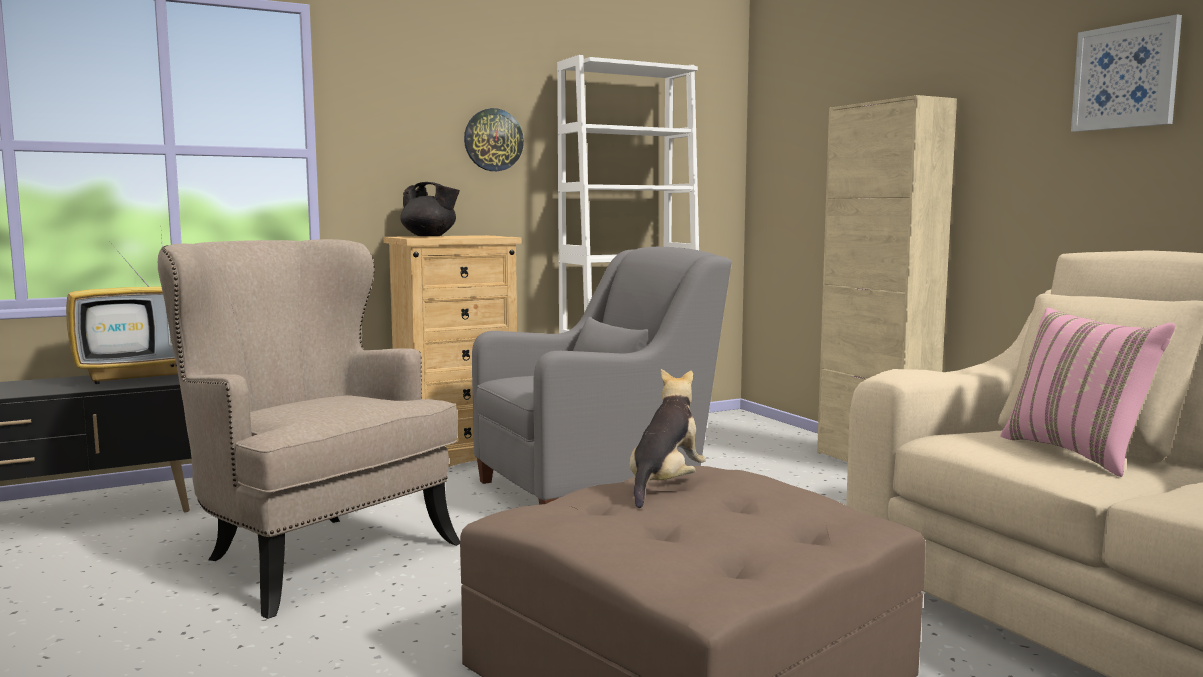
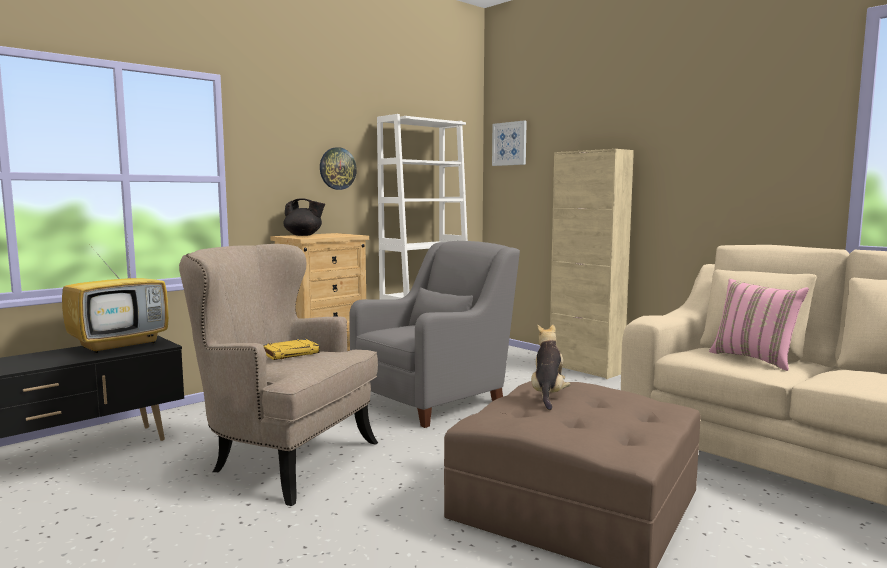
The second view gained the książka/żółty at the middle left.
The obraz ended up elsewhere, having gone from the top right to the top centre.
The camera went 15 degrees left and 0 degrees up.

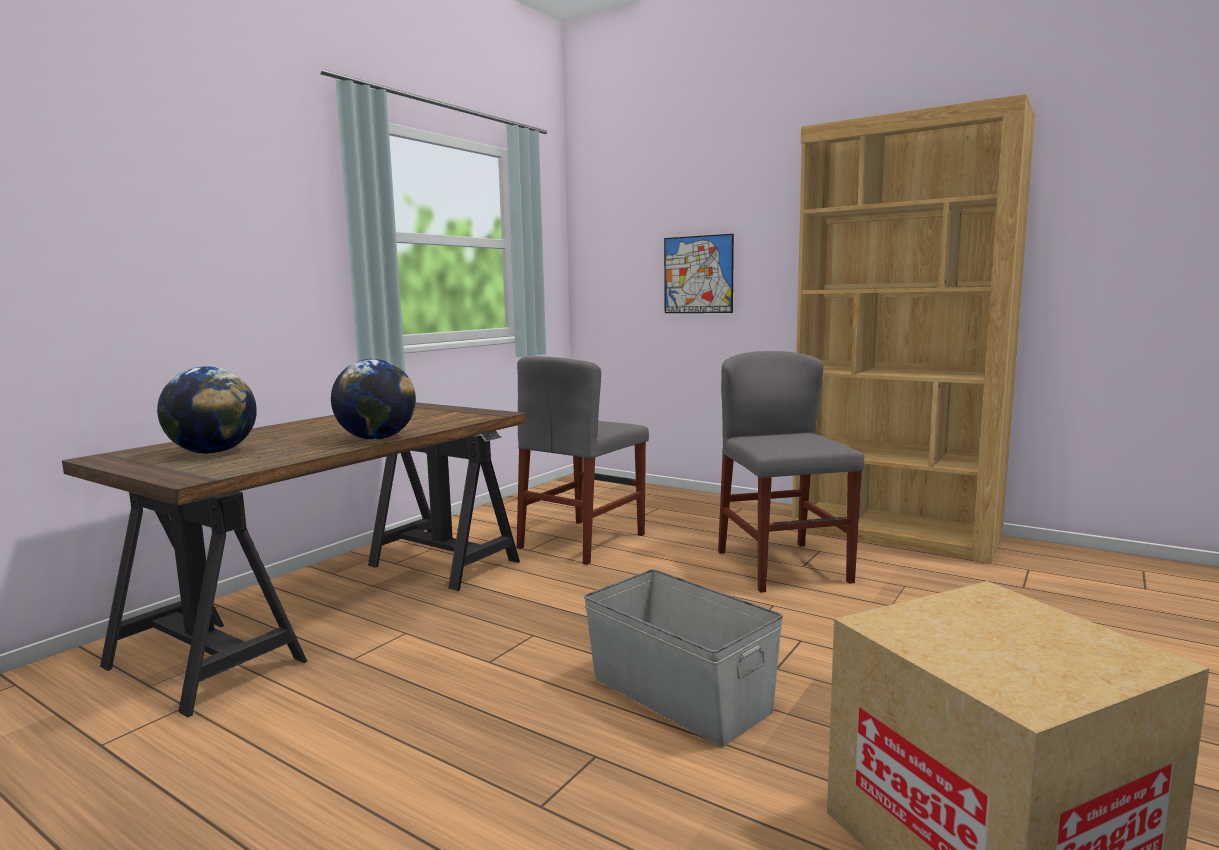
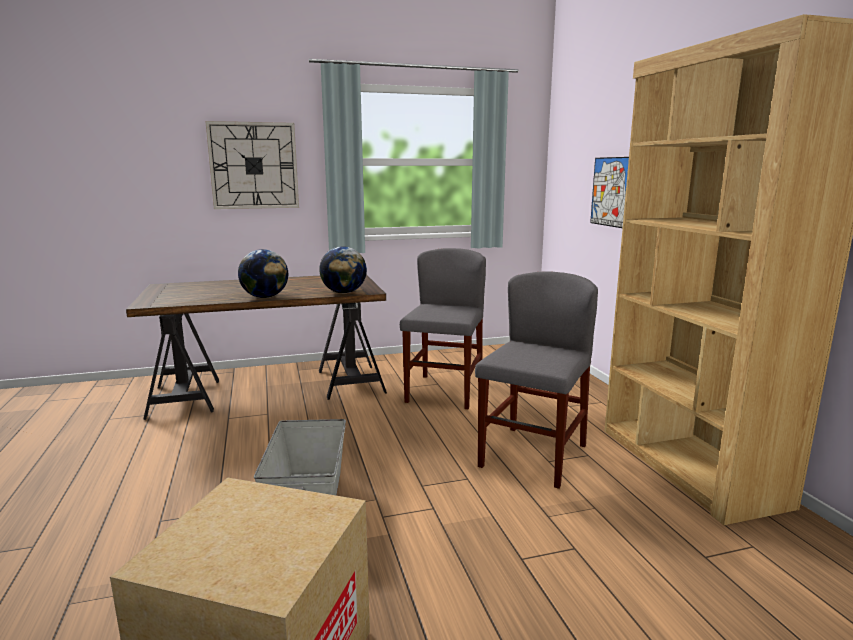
The second view gained the zegar ścienny at the top left.
The globus (1st from left in the first image) ended up elsewhere, having gone from the middle left to the centre.
The krzesło/szary (1st from left) at the centre ended up facing another way, 120 degrees clockwise from before.
The camera went 40 degrees right and 5 degrees up.

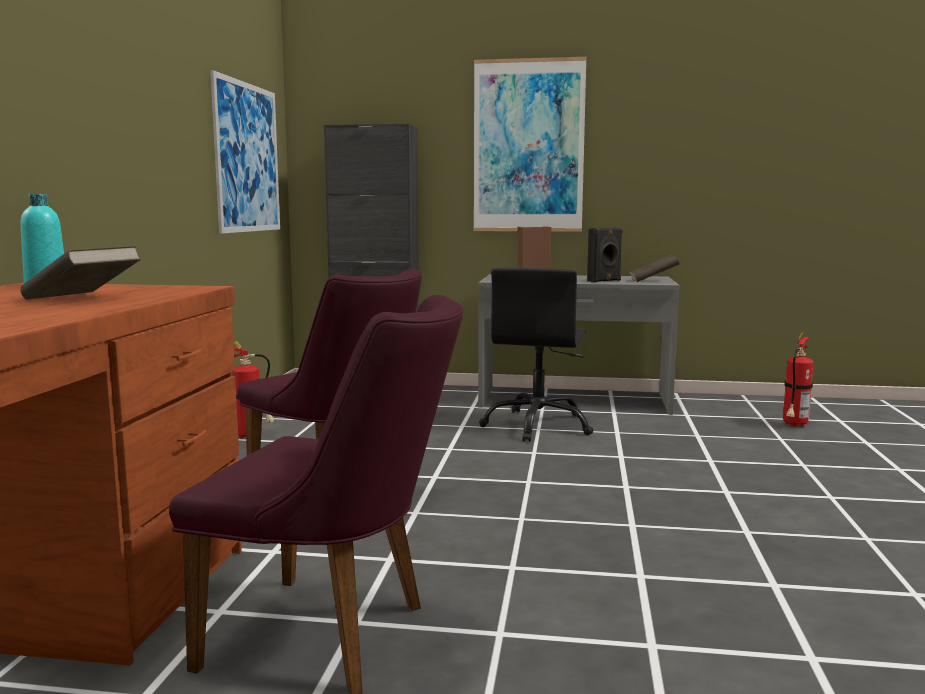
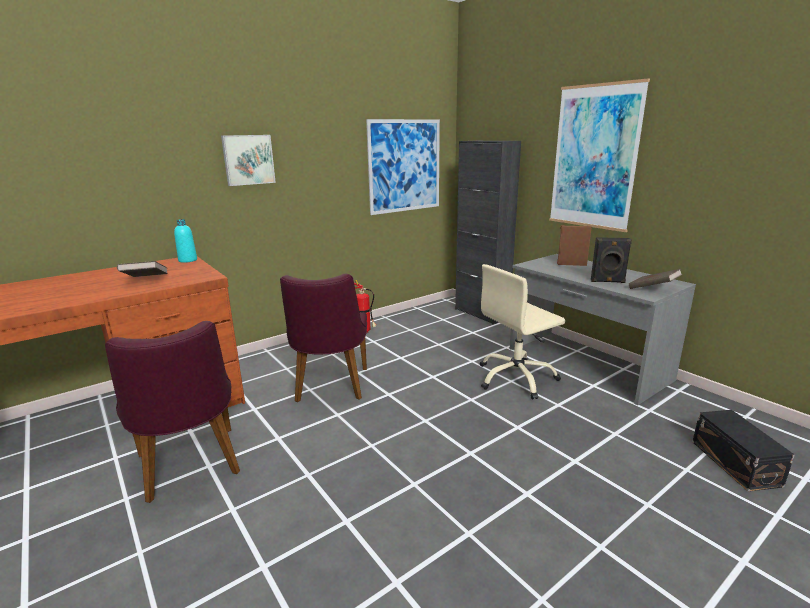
The second view gained the obraz (1st from left) at the top left.
What was the krzesło biurowe/czarny at the centre turned into the krzesło biurowe/beżowy at the centre.
Where the gaśnica (2nd from left) stood at the middle right, the pojemnik do przechowywania/czarny came to stand at the bottom right.
The camera went 45 degrees right and 10 degrees up.

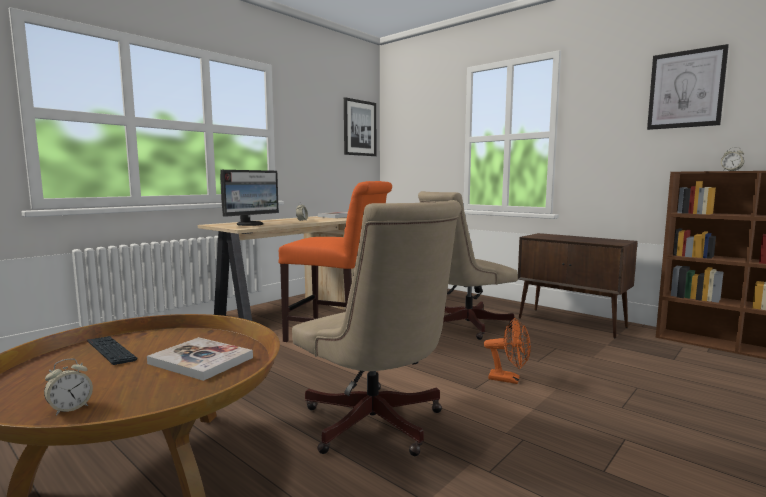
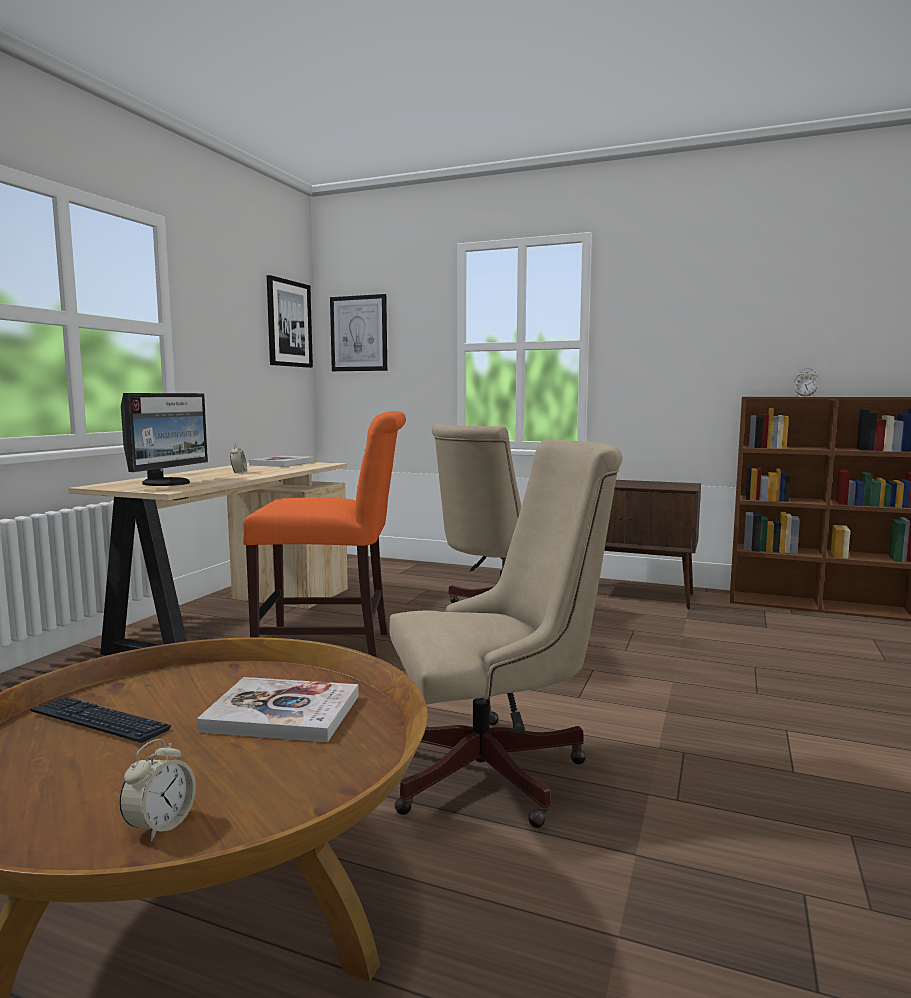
The obraz (2nd from left) ended up elsewhere, having gone from the top right to the top centre.
The krzesło biurowe/beżowy (1st from left in the first image) at the centre ended up facing another way, 45 degrees counterclockwise from before.
The second view lost the wentylator/pomarańczowy at the bottom centre.
The camera went 20 degrees left and 0 degrees up.

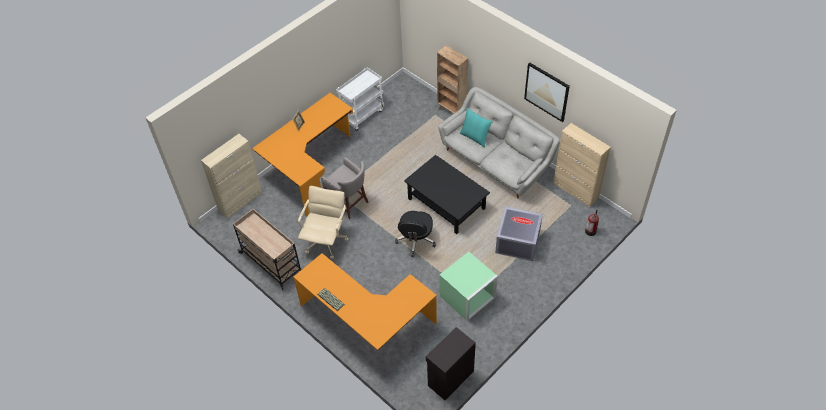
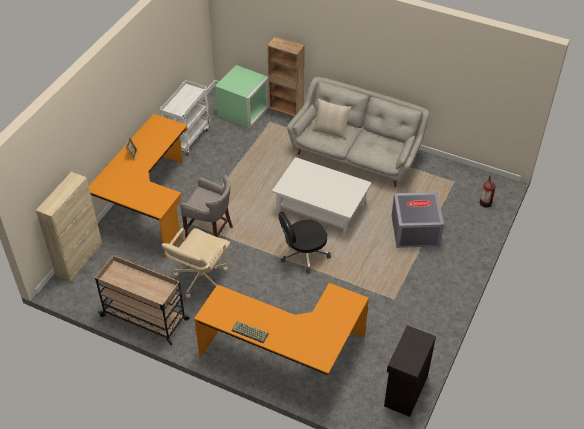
The krzesło biurowe/beżowy at the centre ended up facing another way, 150 degrees counterclockwise from before.
The pojemnik do przechowywania/zielony ended up elsewhere, having gone from the bottom centre to the top centre.
What was the ława/czarny at the centre turned into the ława/biały at the centre.
The krzesło biurowe/czarny at the centre ended up facing another way, 75 degrees clockwise from before.
What was the poduszka/turkusowy at the top centre turned into the poduszka/beżowy at the top centre.
The second view lost the obraz at the top centre.
The second view lost the szafka/beżowy (2nd from left) at the middle right.
The camera went 20 degrees left and 5 degrees down.

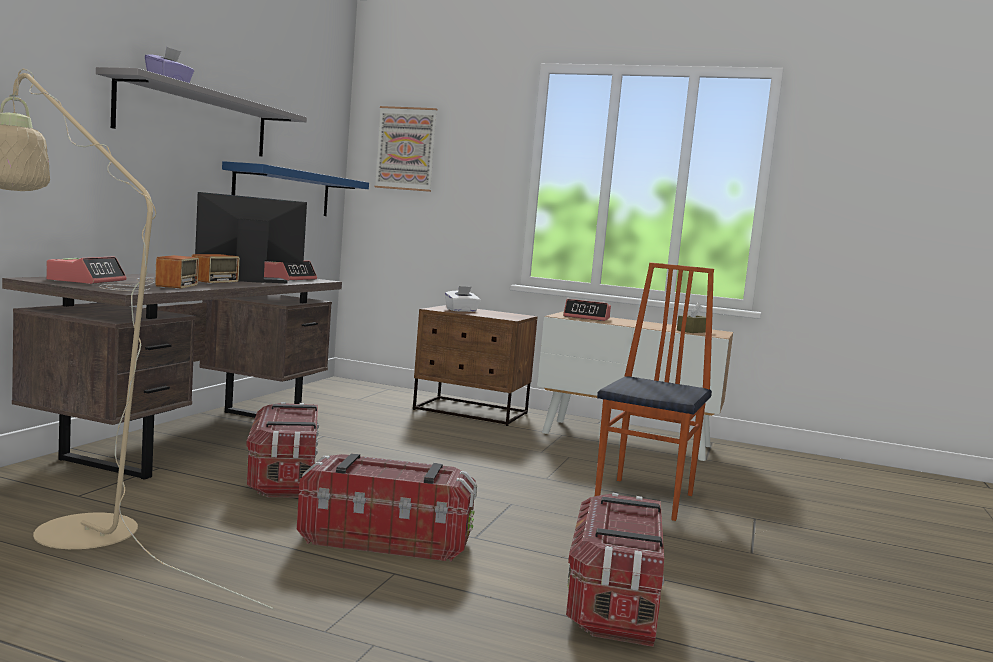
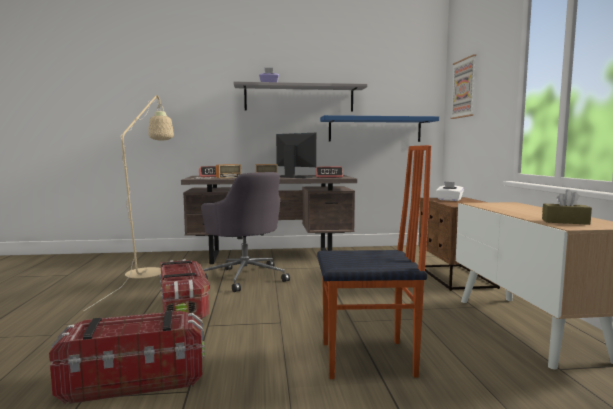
Where the pojemnik do przechowywania (1st from left) stood at the bottom left, the krzesło biurowe/szary came to stand at the centre.
The second view lost the budzik (3rd from left) at the centre.
The camera went 65 degrees right and 0 degrees up.

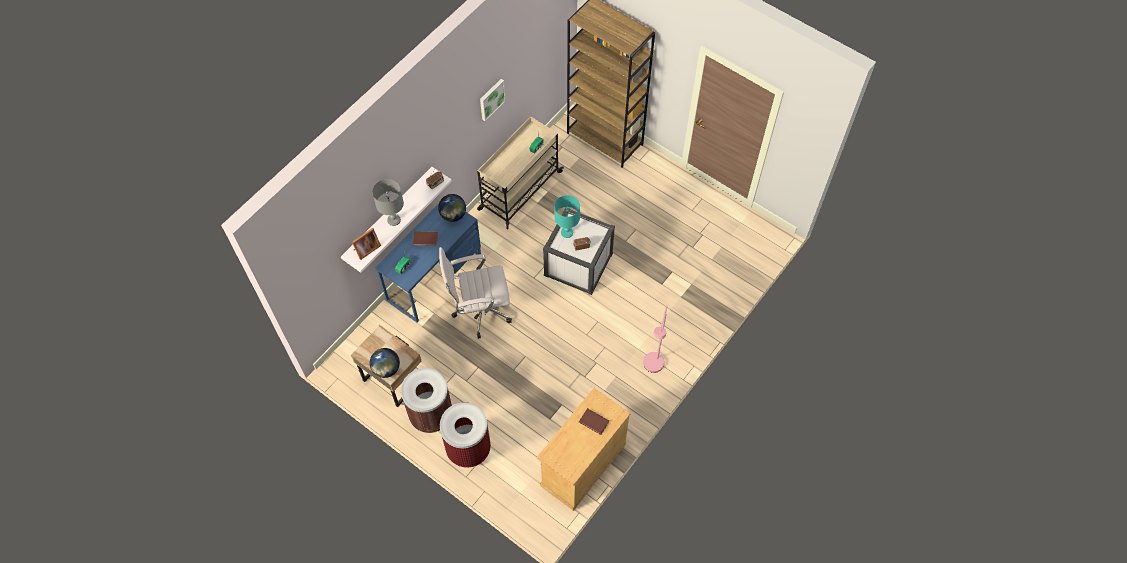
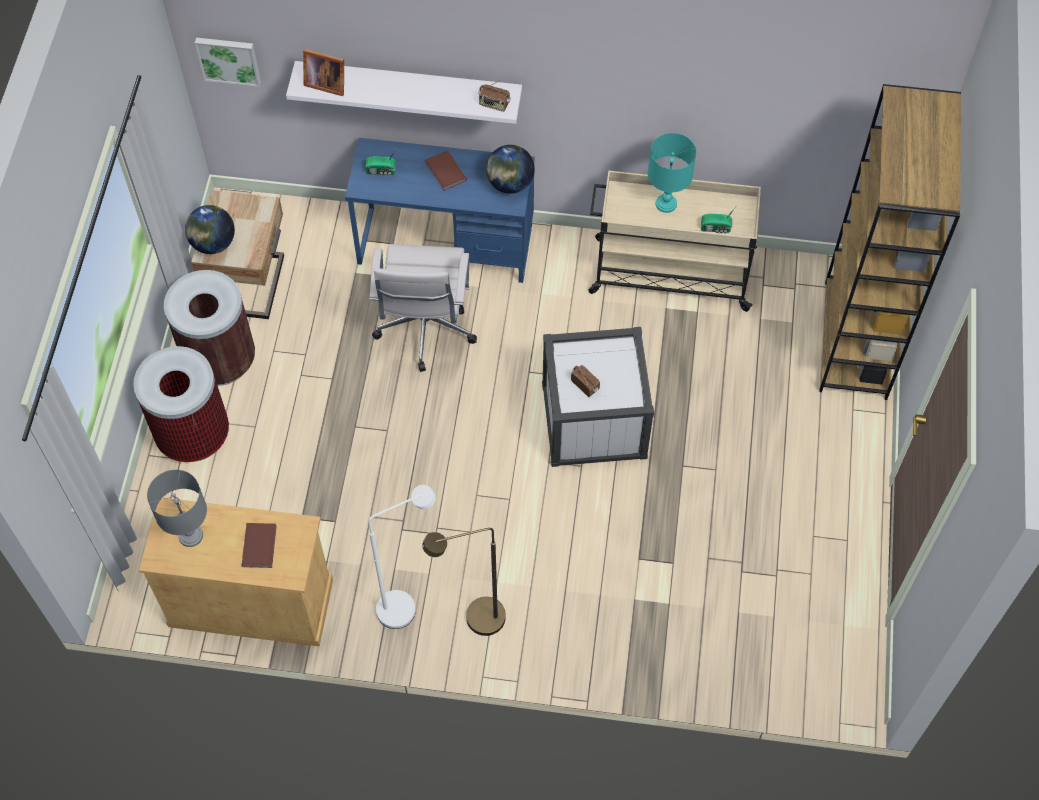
The lampa stołowa/szary ended up elsewhere, having gone from the centre to the middle left.
The obraz ended up elsewhere, having gone from the top centre to the top left.
The krzesło biurowe/biały at the centre ended up facing another way, 135 degrees counterclockwise from before.
The second view gained the lampa stojąca/biały at the bottom centre.
What was the lampa stojąca/różowy at the centre turned into the lampa stojąca/brązowy at the bottom centre.
The lampa stołowa/turkusowy ended up elsewhere, having gone from the centre to the top centre.
The camera went 60 degrees right and 0 degrees up.

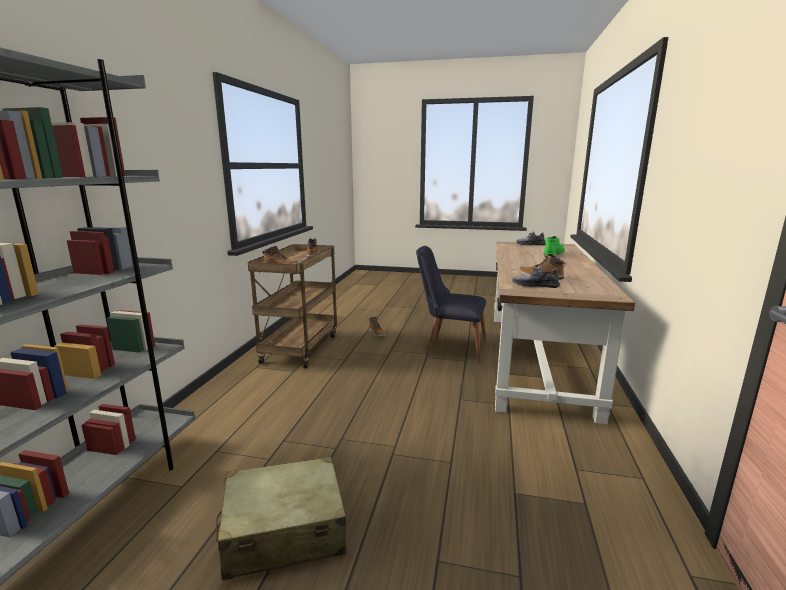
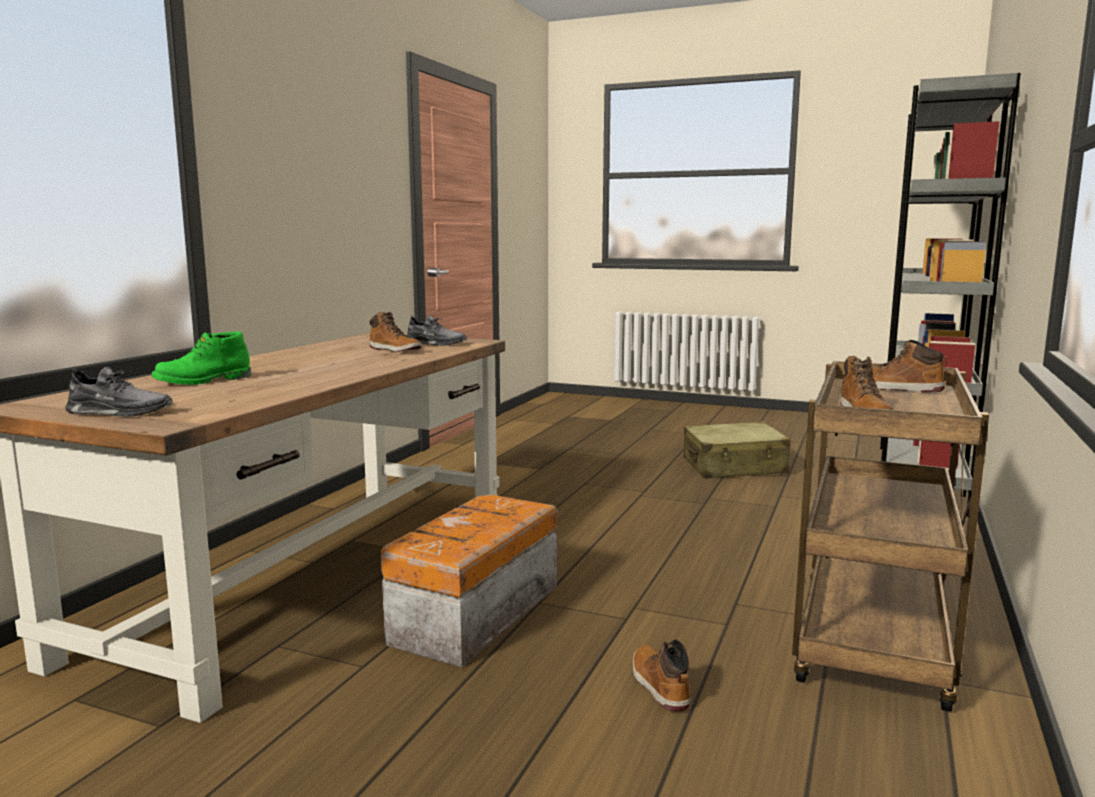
Where the krzesło/czarny stood at the centre, the pojemnik do przechowywania came to stand at the bottom centre.
The camera went 170 degrees left and 5 degrees down.

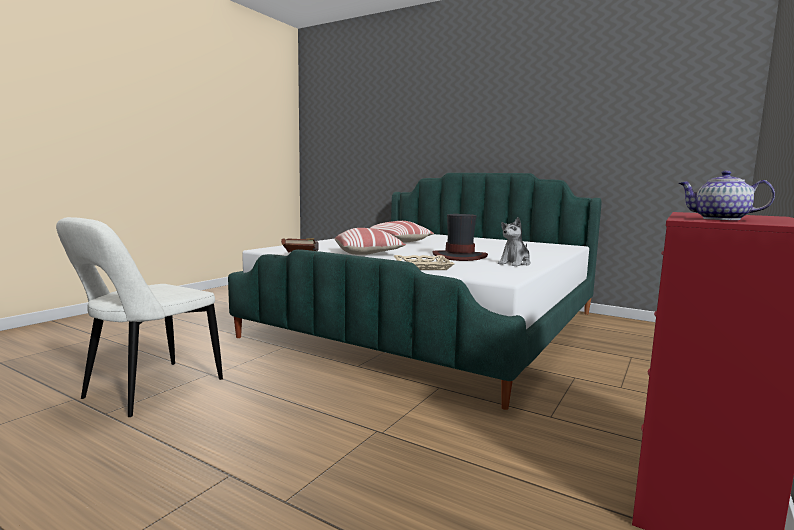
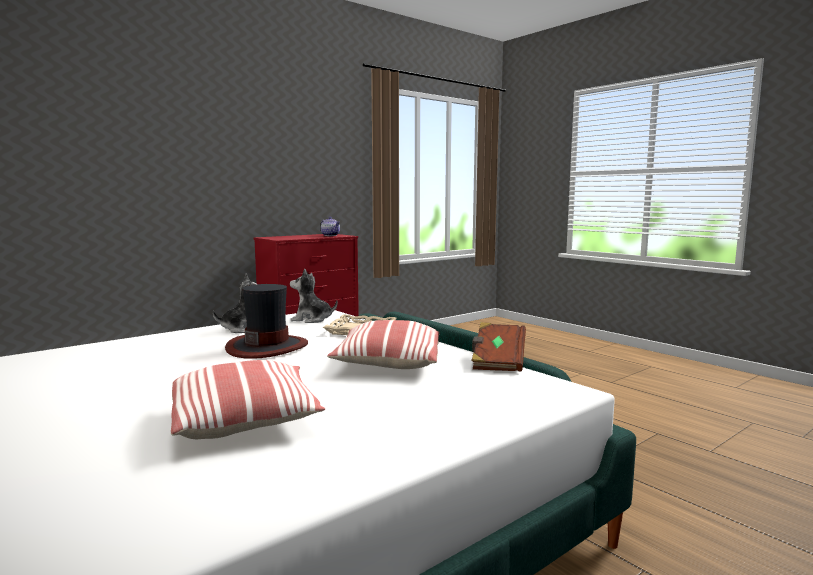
The second view gained the pluszak (2nd from left) at the centre.
The second view lost the krzesło/biały at the middle left.
The camera went 160 degrees left and 0 degrees up.

